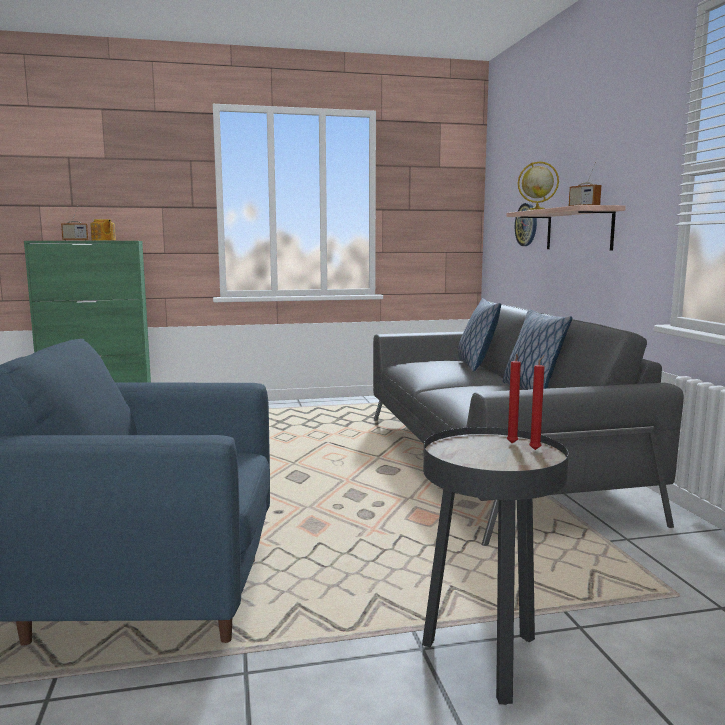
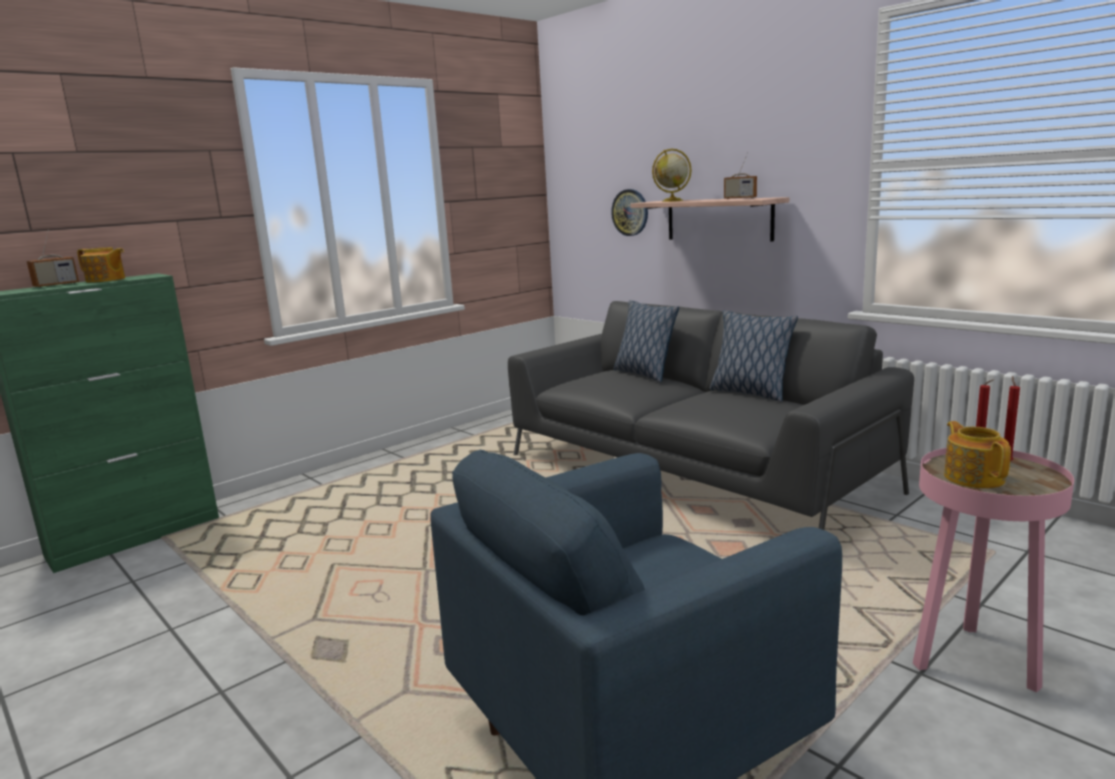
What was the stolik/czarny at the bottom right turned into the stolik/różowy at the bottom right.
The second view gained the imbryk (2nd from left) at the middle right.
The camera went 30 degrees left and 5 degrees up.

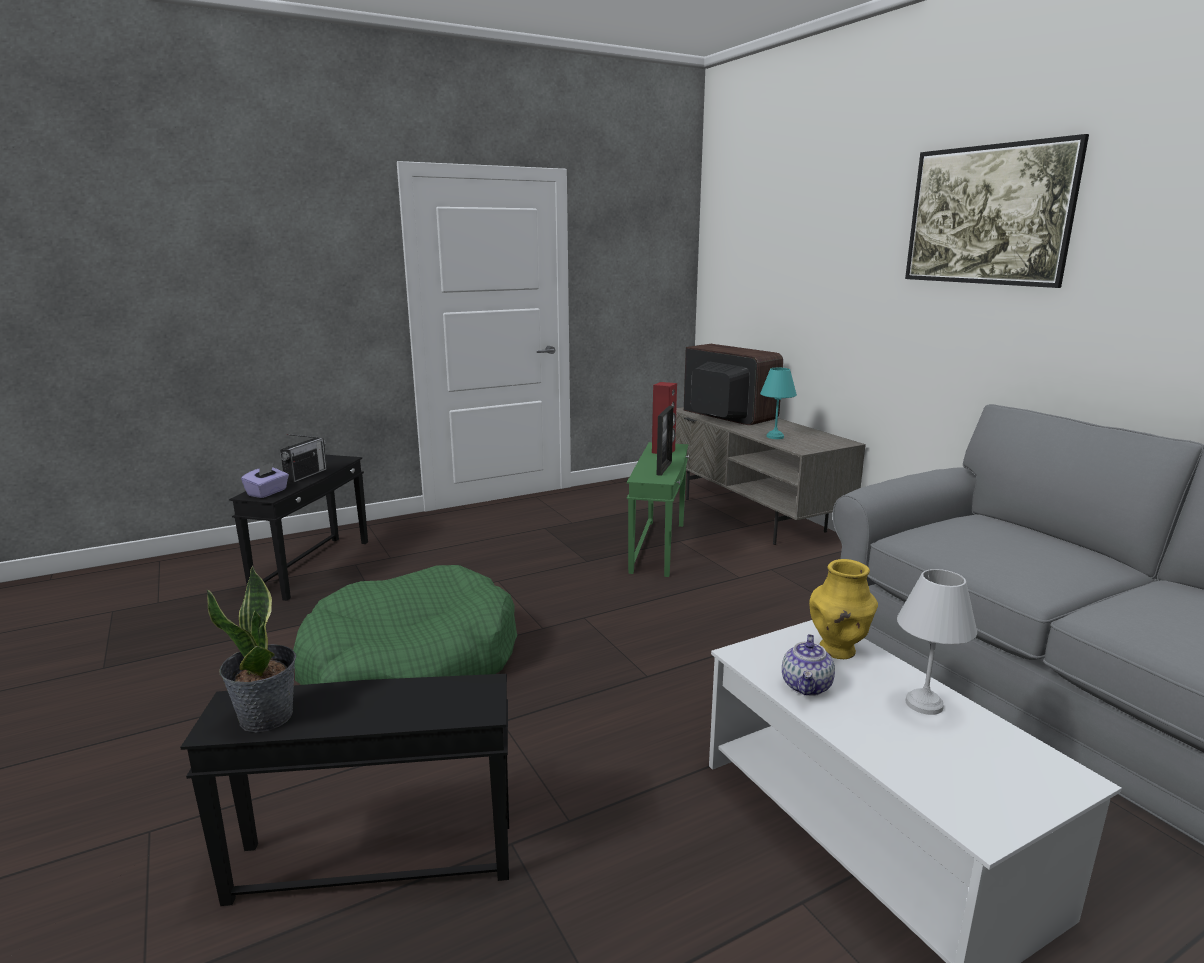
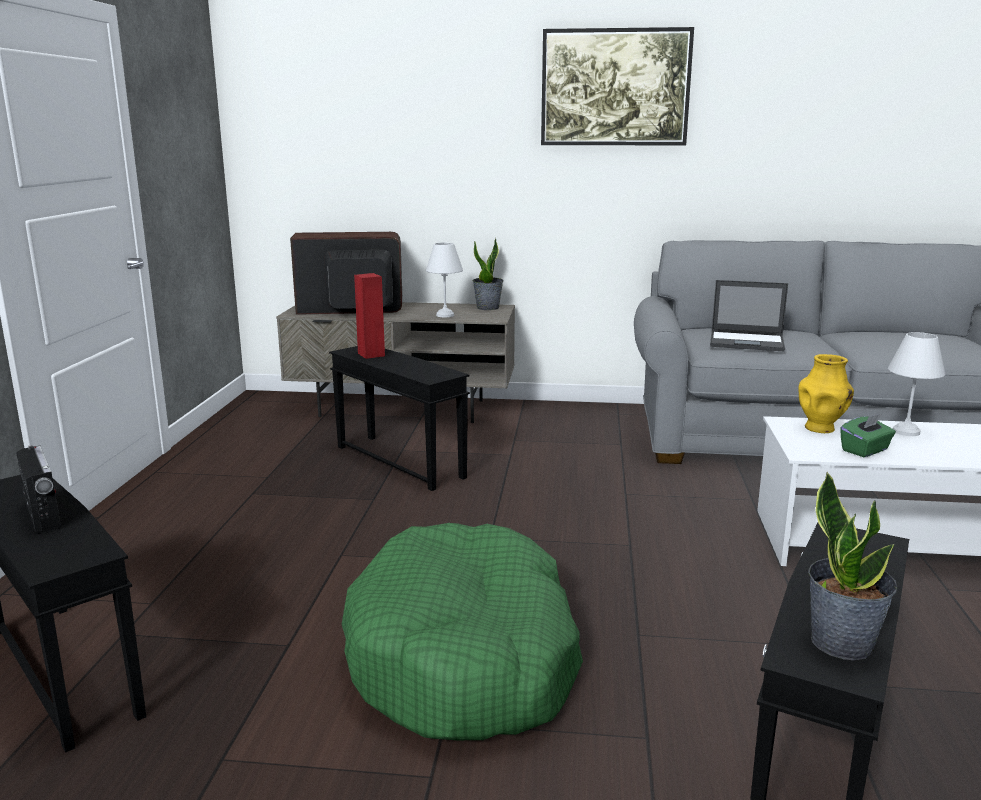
What was the stolik/zielony at the centre turned into the stolik/czarny (2nd from left) at the centre.
What was the lampa stołowa/turkusowy at the centre turned into the lampa stołowa/biały (1st from left) at the centre.
The second view gained the roślina doniczkowa (1st from left) at the centre.
The second view gained the laptop at the middle right.
Where the imbryk stood at the bottom right, the pudełko chusteczek/zielony came to stand at the middle right.
The second view lost the pudełko chusteczek/fioletowy at the middle left.
The second view lost the ramka na zdjęcie at the centre.
The camera went 55 degrees left and 0 degrees up.

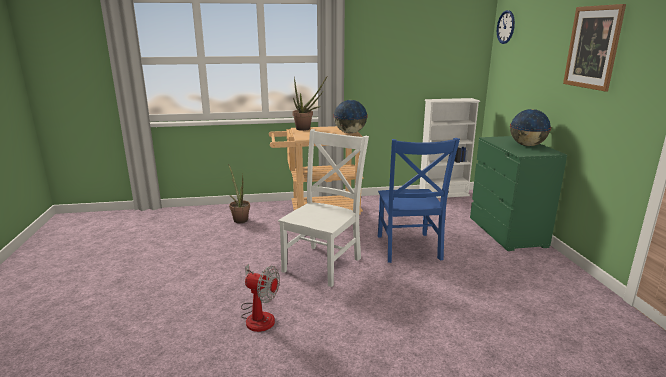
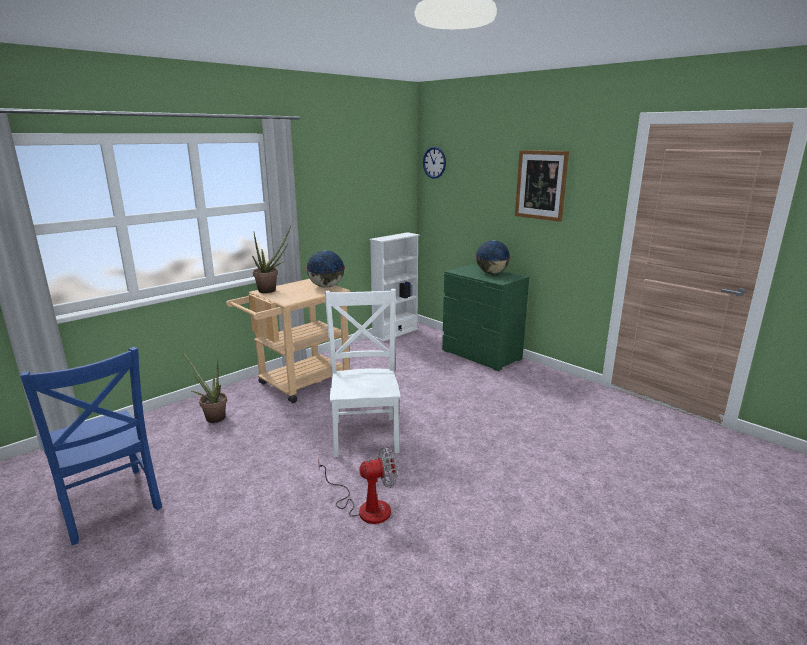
The krzesło/niebieski ended up elsewhere, having gone from the centre to the bottom left.
The camera went 35 degrees left and 0 degrees up.

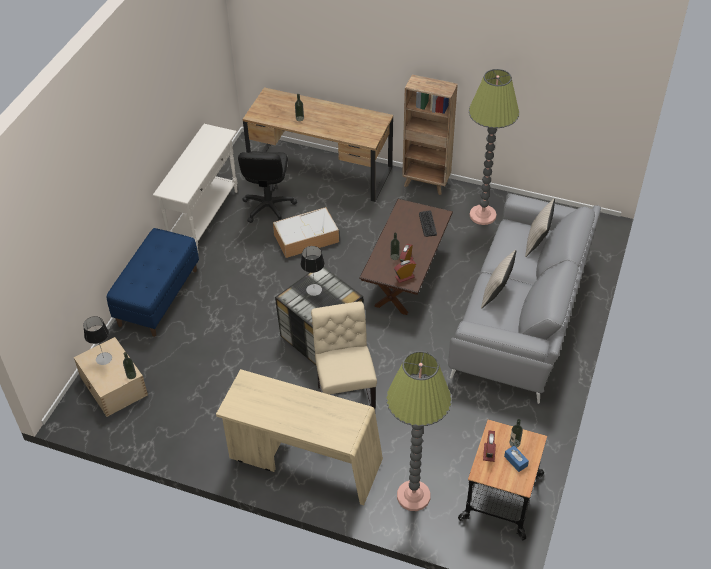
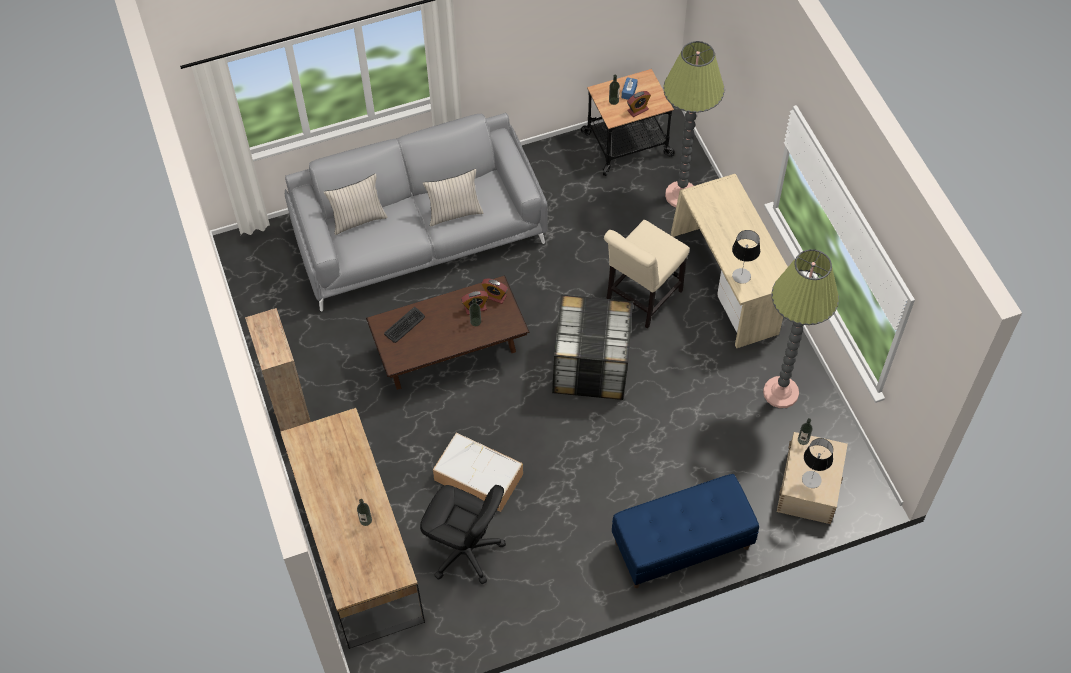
The krzesło biurowe/czarny at the top centre ended up facing another way, 60 degrees clockwise from before.
The lampa stołowa (2nd from left in the first image) ended up elsewhere, having gone from the centre to the middle right.
The lampa stojąca (2nd from left) ended up elsewhere, having gone from the top right to the middle right.
The second view lost the stolik konsolowy/biały at the top left.
The camera went 130 degrees left and 10 degrees up.

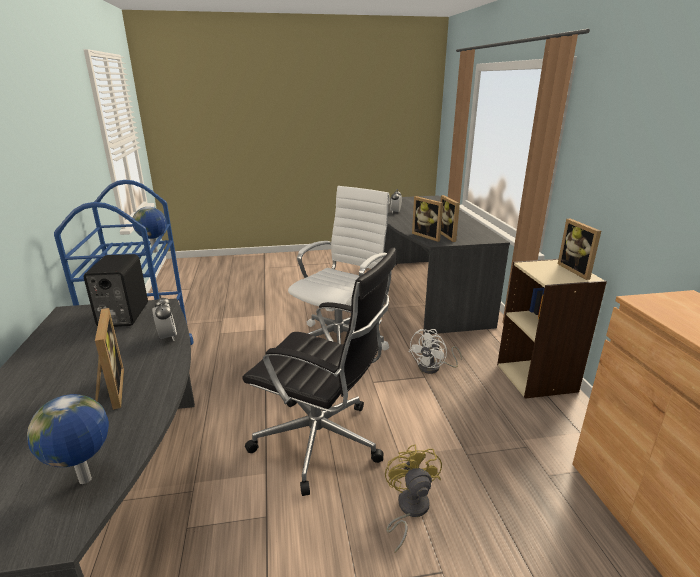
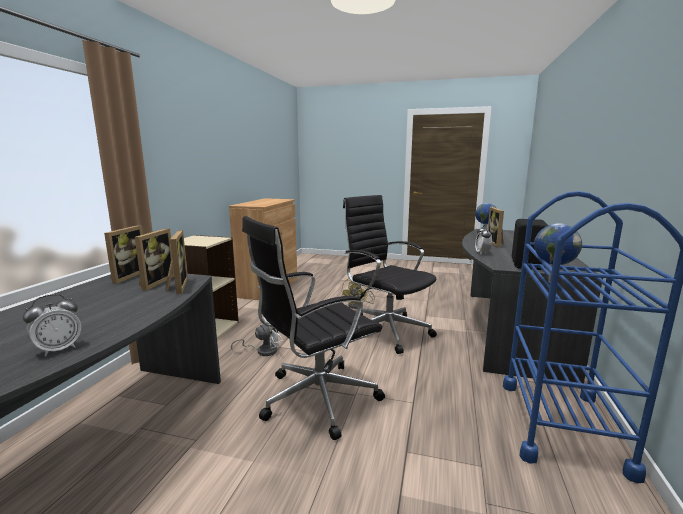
The ramka na zdjęcie (4th from left in the first image) ended up elsewhere, having gone from the middle right to the middle left.
What was the krzesło biurowe/biały at the centre turned into the krzesło biurowe/czarny (1st from left) at the centre.
The camera went 155 degrees left and 10 degrees down.

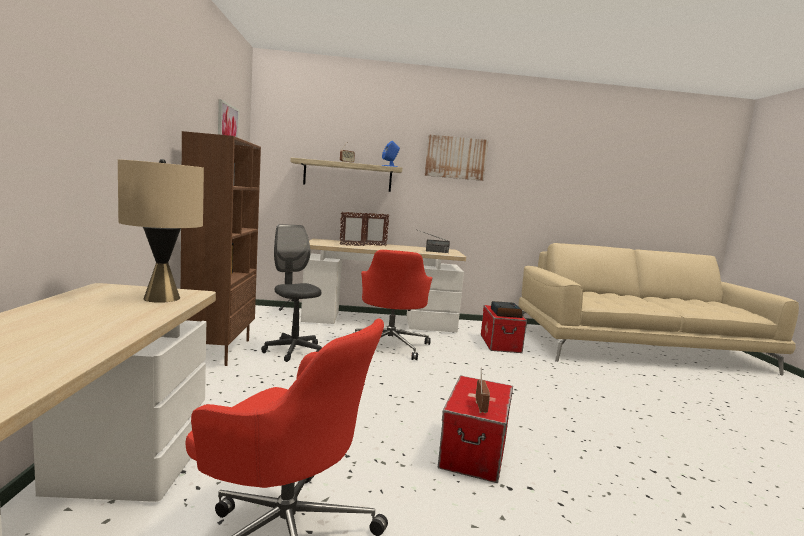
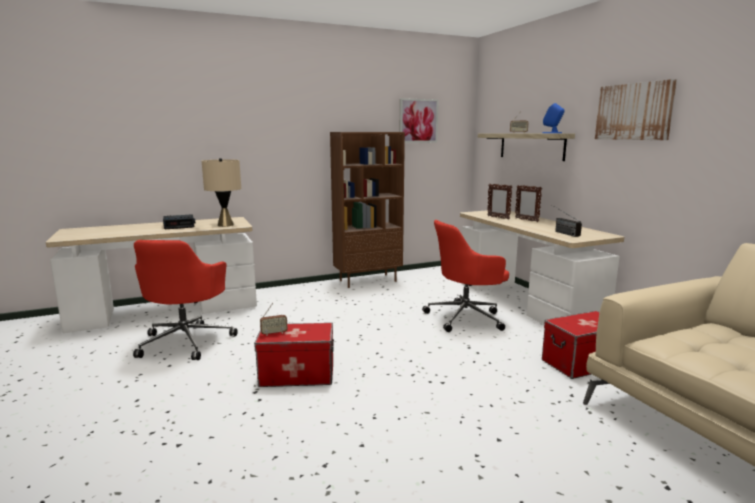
The budzik ended up elsewhere, having gone from the centre to the middle left.
The second view lost the krzesło biurowe/szary at the centre.
The camera went 70 degrees right and 5 degrees up.

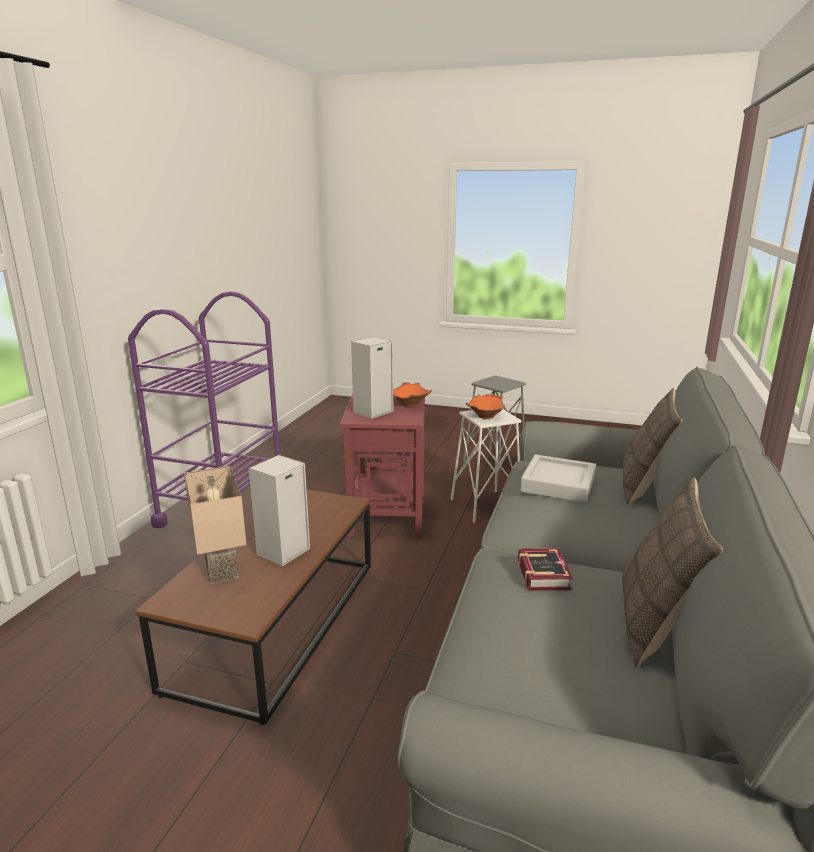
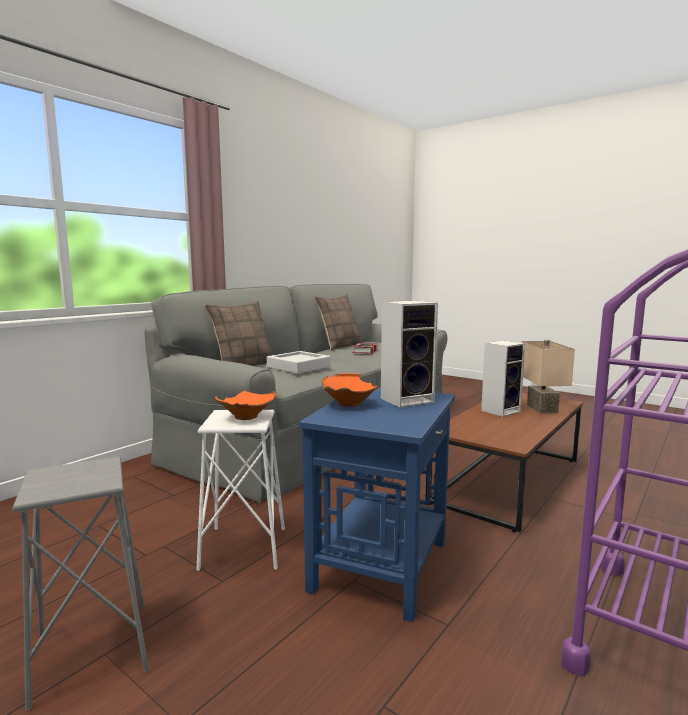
What was the stolik/czerwony at the centre turned into the stolik/niebieski at the bottom centre.
The camera went 160 degrees left and 10 degrees down.

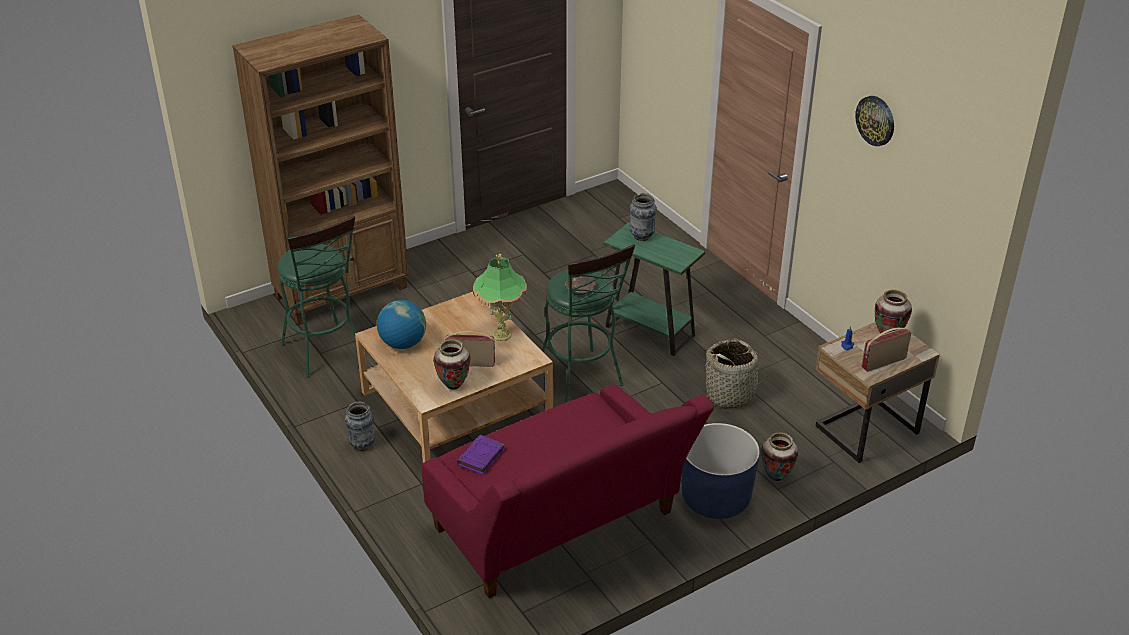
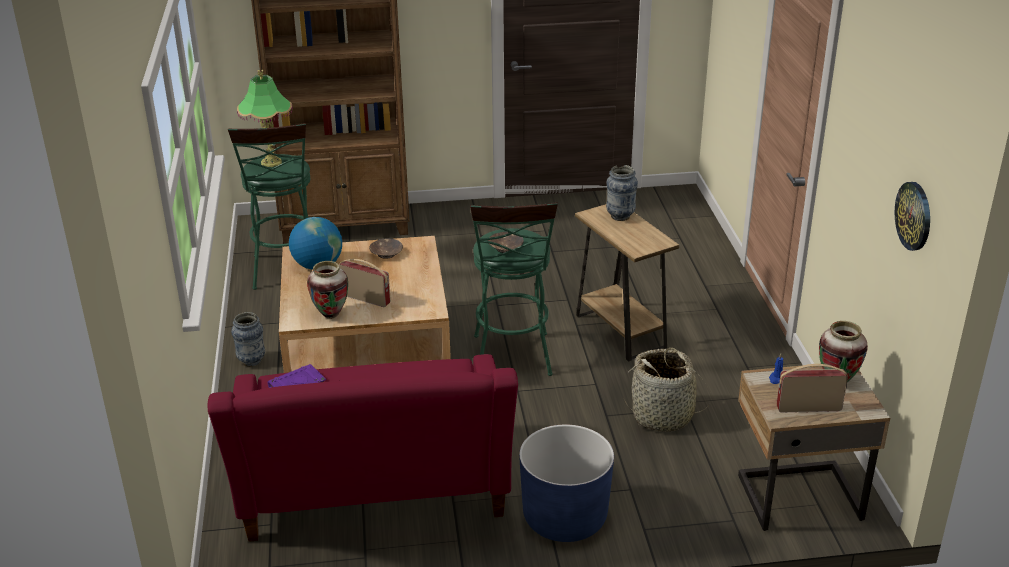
The lampa stołowa ended up elsewhere, having gone from the centre to the top left.
The second view gained the miska/brązowy (1st from left) at the centre.
What was the stolik/zielony at the centre turned into the stolik/brązowy at the centre.
The zegar ścienny ended up elsewhere, having gone from the top right to the middle right.
The second view lost the wazon (4th from left) at the bottom right.
The camera went 25 degrees right and 5 degrees down.

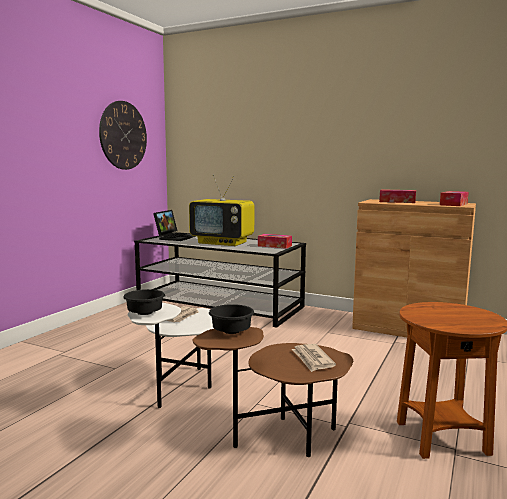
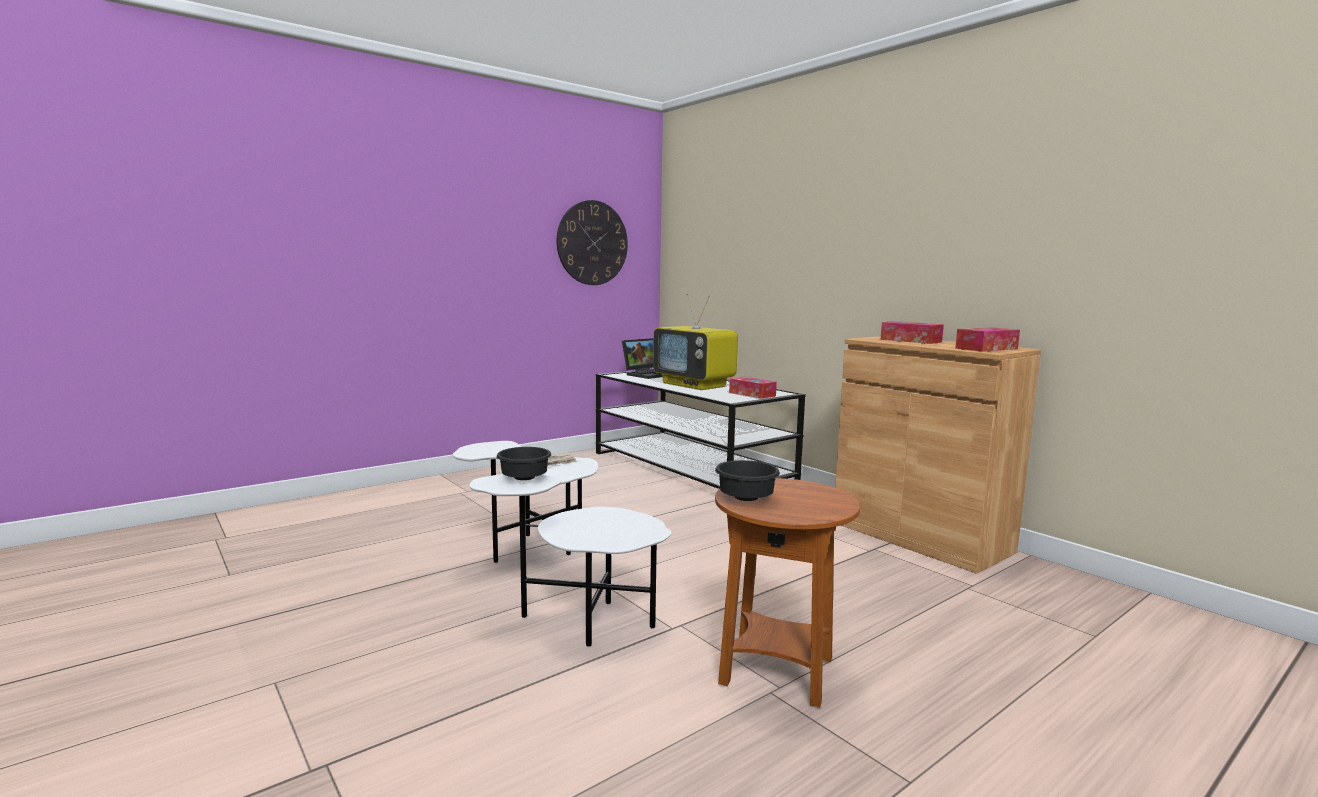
What was the stolik/brązowy (1st from left) at the bottom centre turned into the stolik/biały (2nd from left) at the bottom centre.
The miska/czarny (1st from left in the first image) ended up elsewhere, having gone from the middle left to the centre.
The second view lost the gazeta (2nd from left) at the bottom centre.
The camera went 25 degrees right and 0 degrees up.

